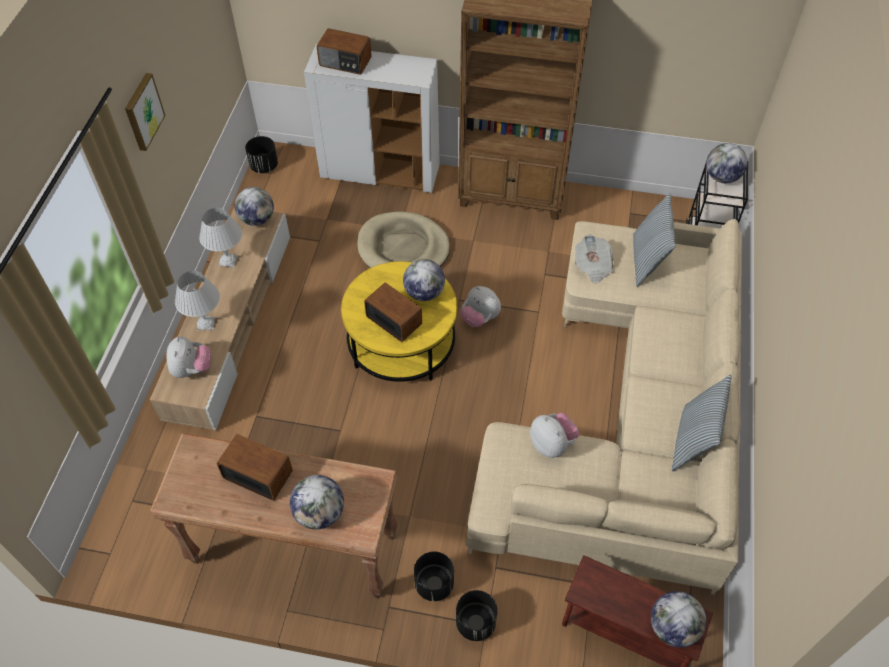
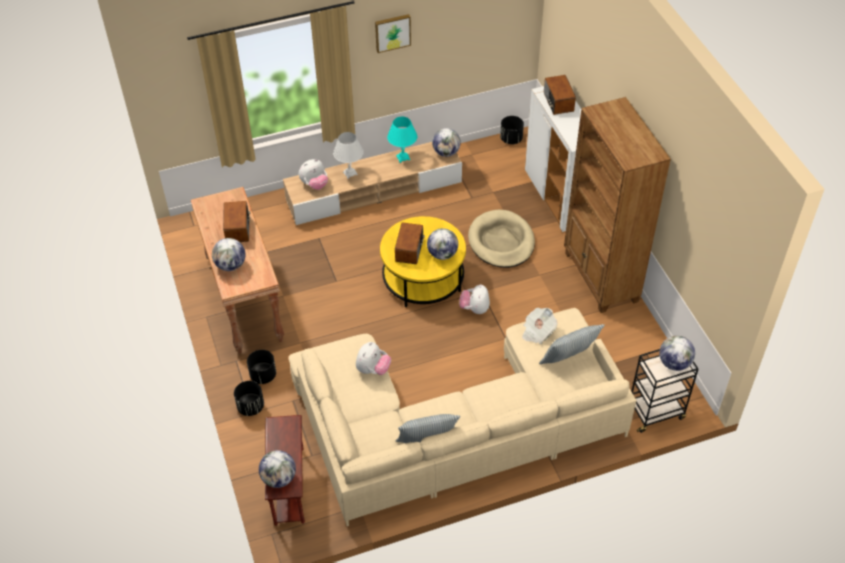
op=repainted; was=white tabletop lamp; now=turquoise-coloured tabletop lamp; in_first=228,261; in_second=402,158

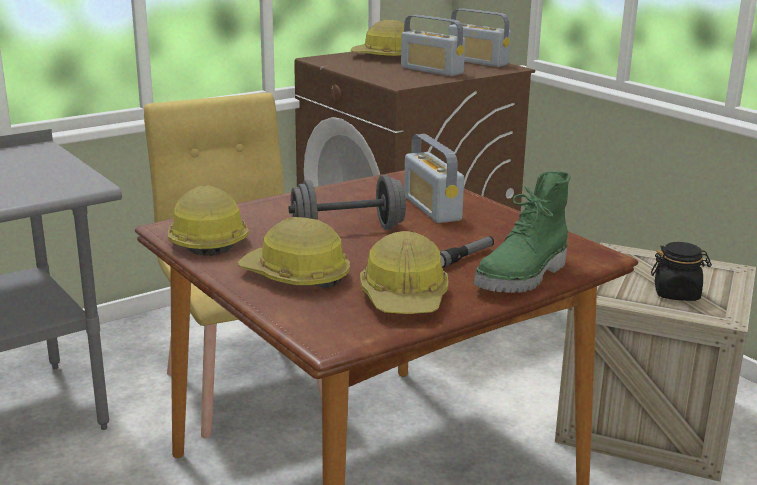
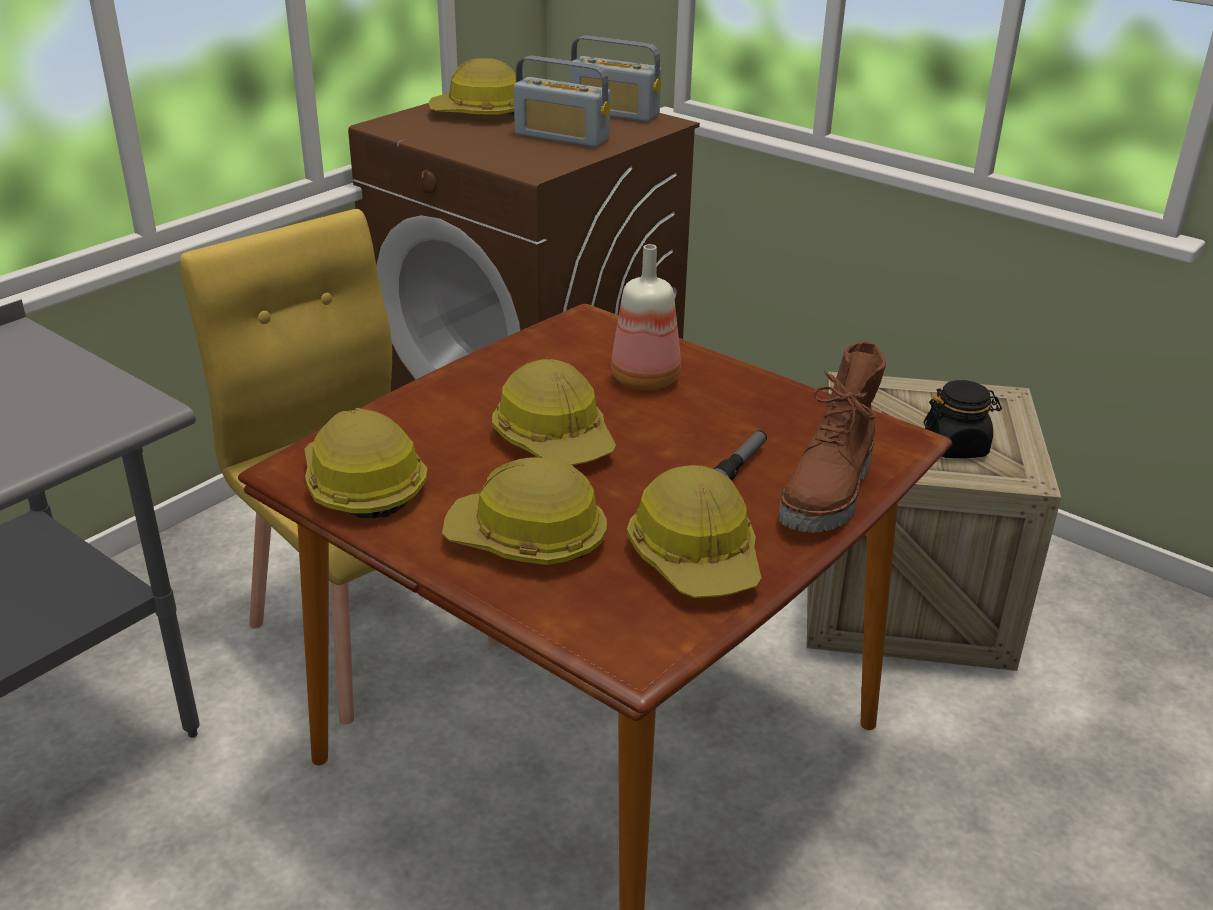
op=swapped; was=gray free weight; now=safety helmet; in_first=347,230; in_second=554,439
op=swapped; was=radio set; now=bottle; in_first=432,208; in_second=647,380
op=repainted; was=green high-top boot; now=brownish high-top boot; in_first=523,278; in_second=830,495

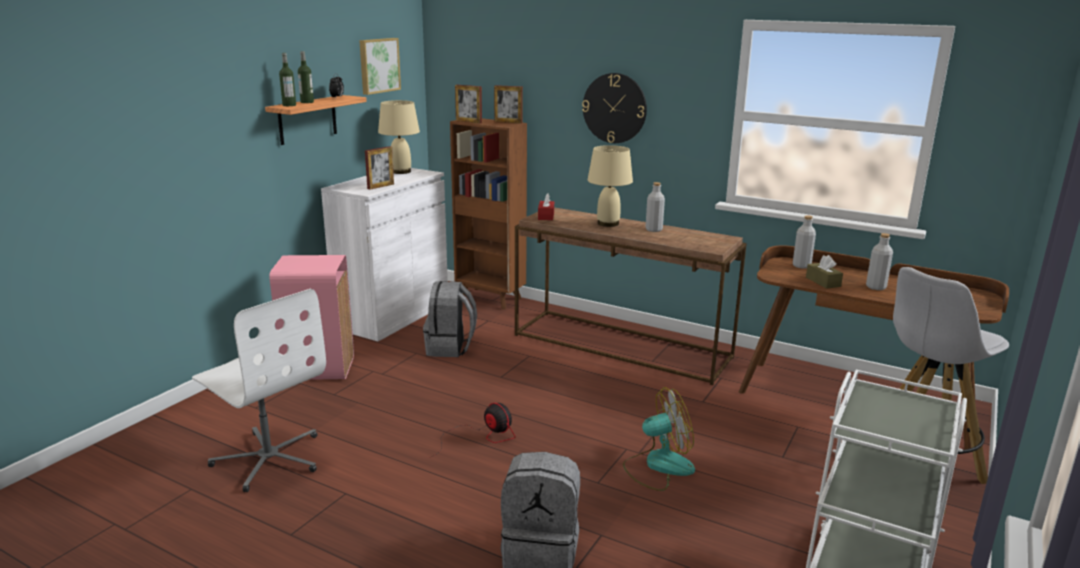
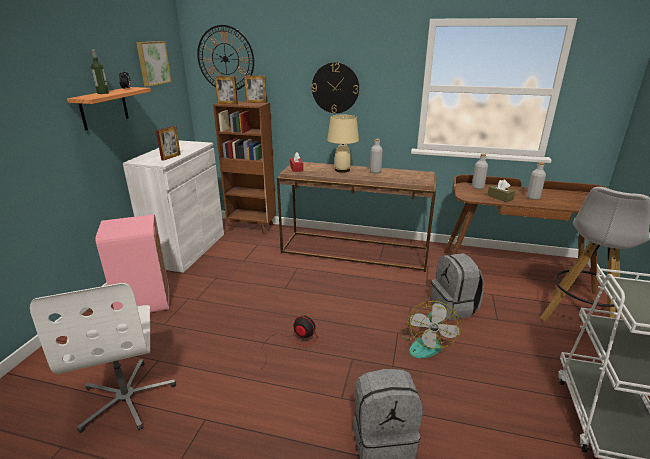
op=rotated; was=white desk chair; in_first=269,458; in_second=127,397; clockwise=45
op=gone; was=bottle; in_first=289,105
op=gone; was=beige tabletop lamp; in_first=400,171
op=shifted; was=gray backpack; in_first=450,348; in_second=454,307
op=rotated; was=cooling fan; in_first=658,466; in_second=425,343; clockwise=135
op=new; now=wall clock; in_second=225,59

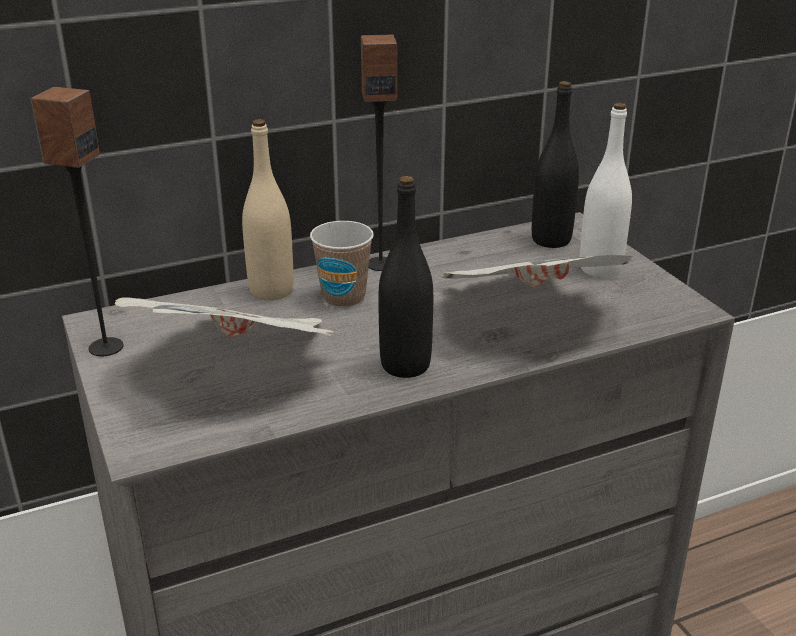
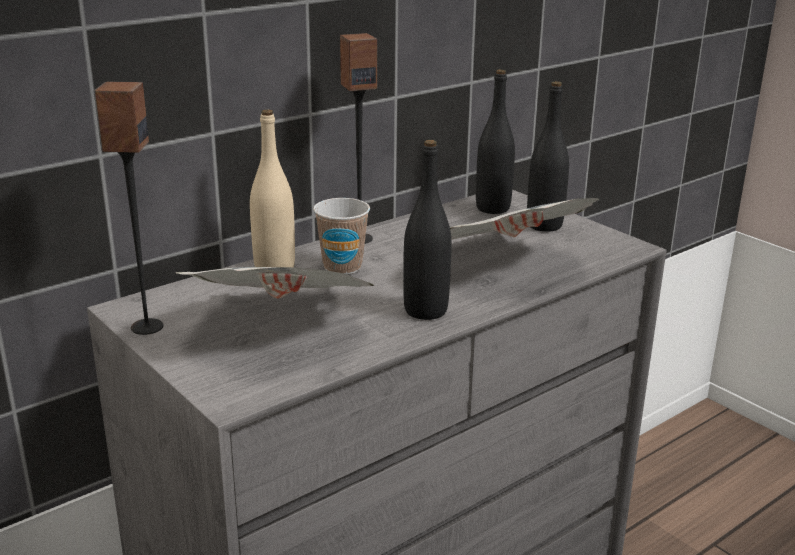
op=repainted; was=white bottle; now=blackish bottle; in_first=600,269; in_second=544,225

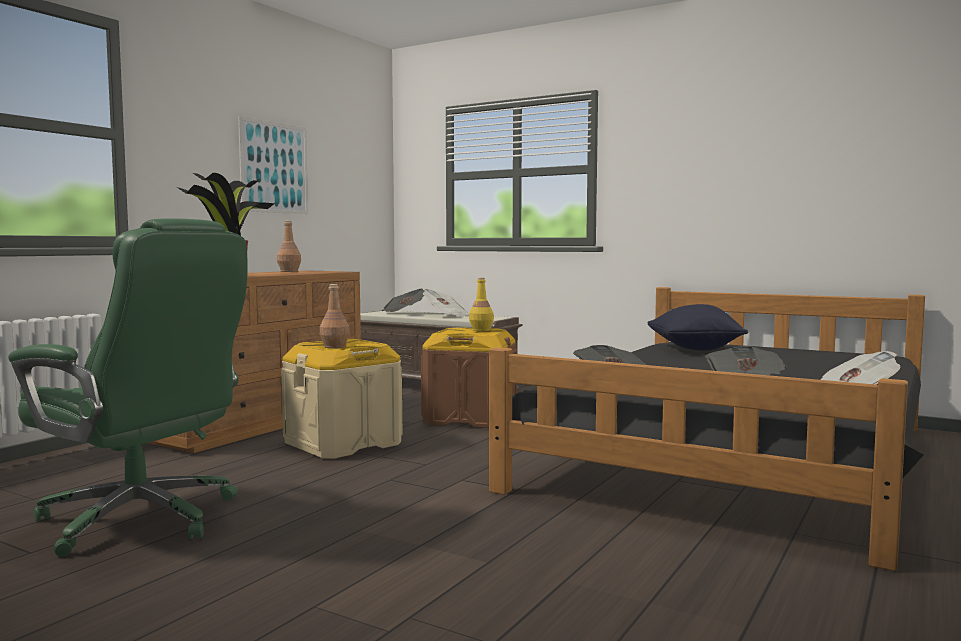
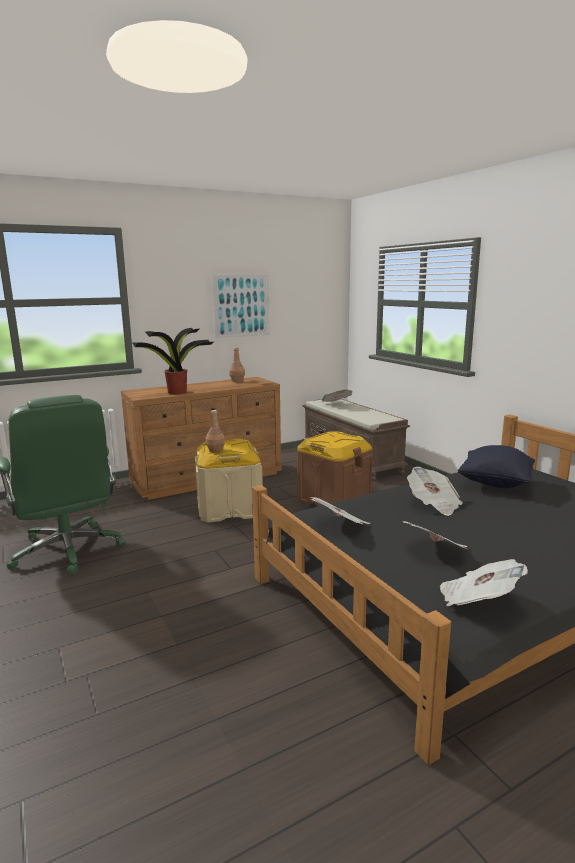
op=shifted; was=newspaper; in_first=446,316; in_second=433,504
op=gone; was=yellow bottle; in_first=481,330

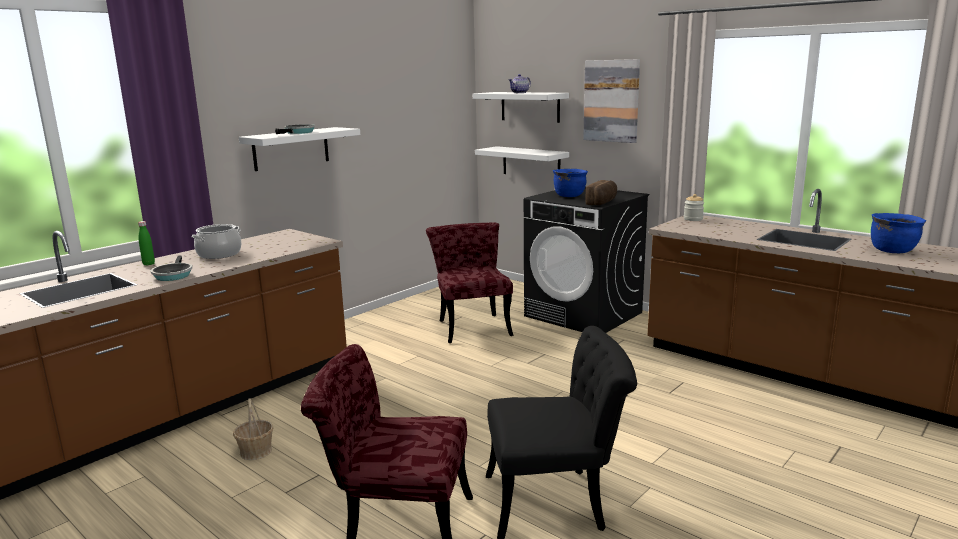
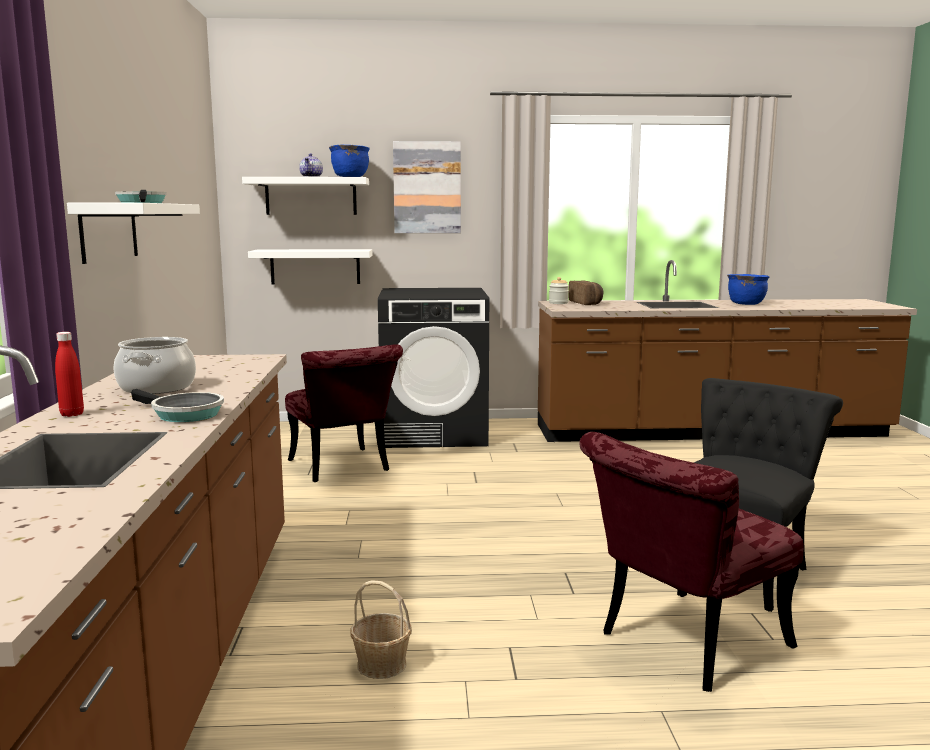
op=repainted; was=green bottle; now=red bottle; in_first=149,264; in_second=72,414
op=rotated; was=red plain chair; in_first=472,325; in_second=343,468; clockwise=-150
op=shifted; was=blue-coloured cooking pot; in_first=569,196; in_second=350,177
op=shifted; was=bakery bread; in_first=603,202; in_second=587,303

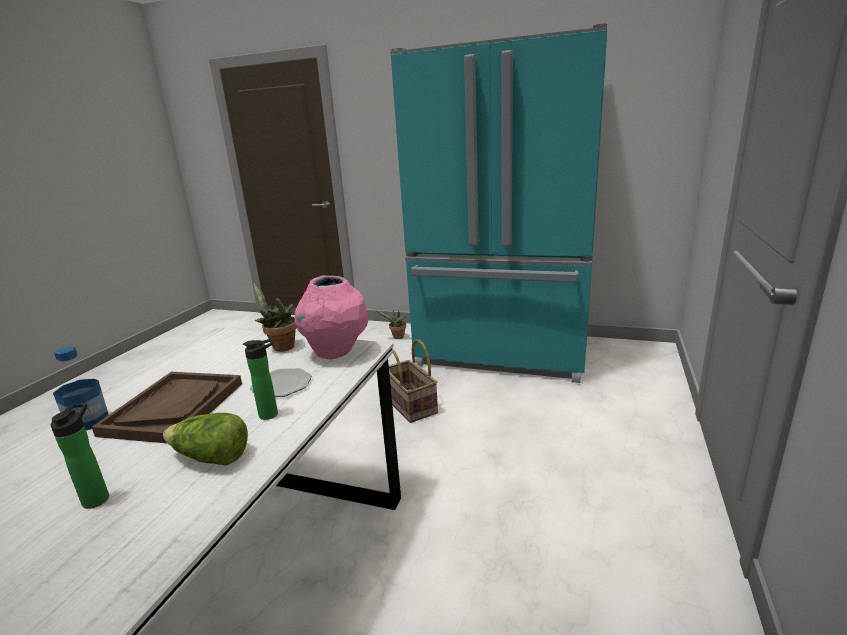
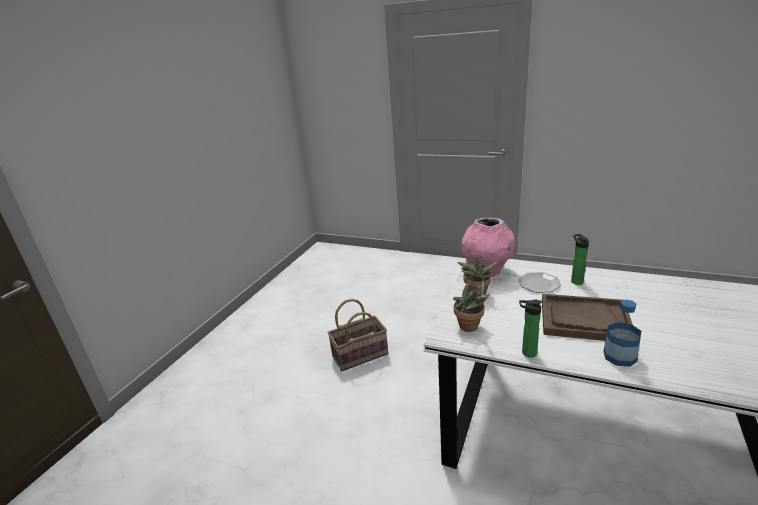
op=shifted; was=bottle; in_first=98,497; in_second=526,353
op=gone; was=lettuce head; in_first=211,458
op=shifted; was=potted plant; in_first=397,337; in_second=471,327
op=gone; was=turquoise-coloured fridge; in_first=503,353

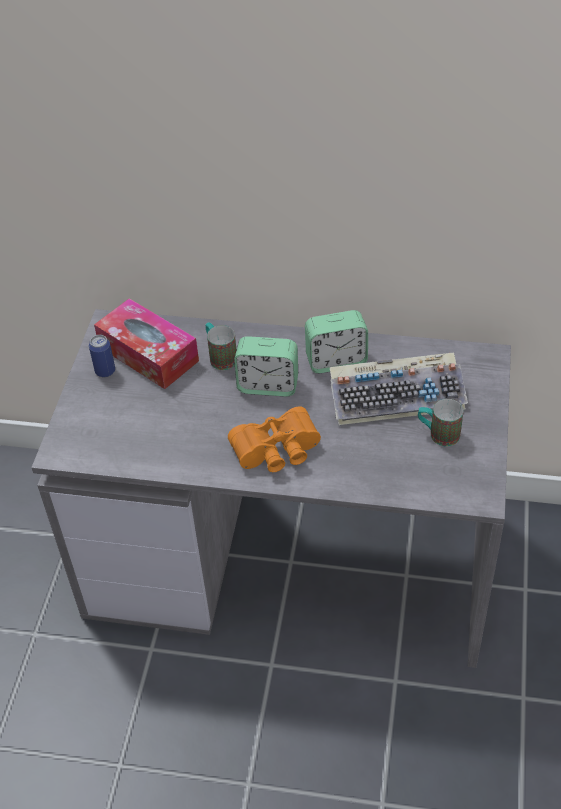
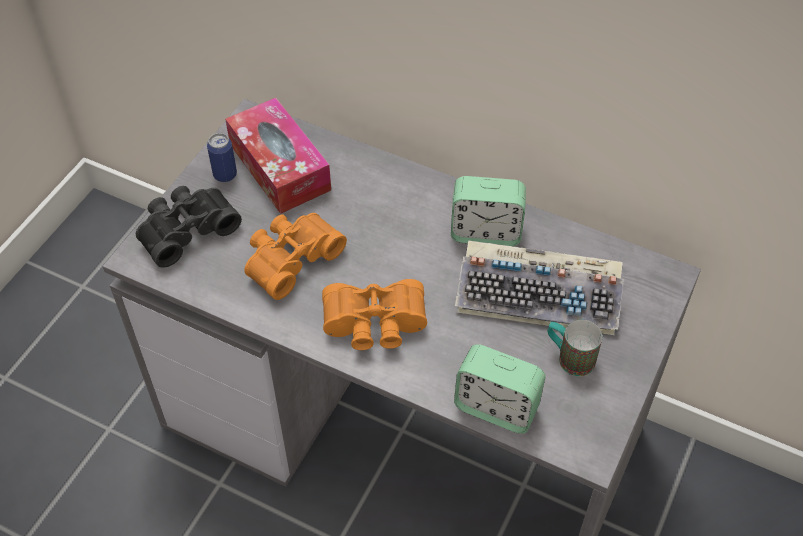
op=gone; was=tea mug; in_first=220,356
op=shifted; was=bedside clock; in_first=268,385; in_second=496,407
op=new; now=blackish field glasses; in_second=186,229
op=new; now=orangey field glasses; in_second=290,258

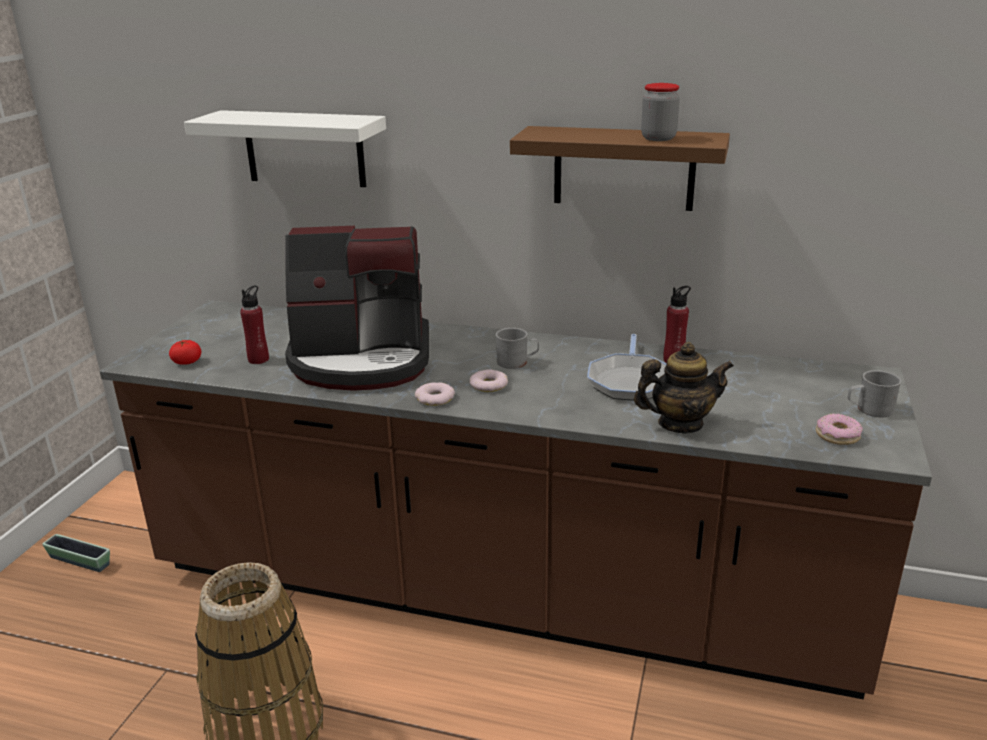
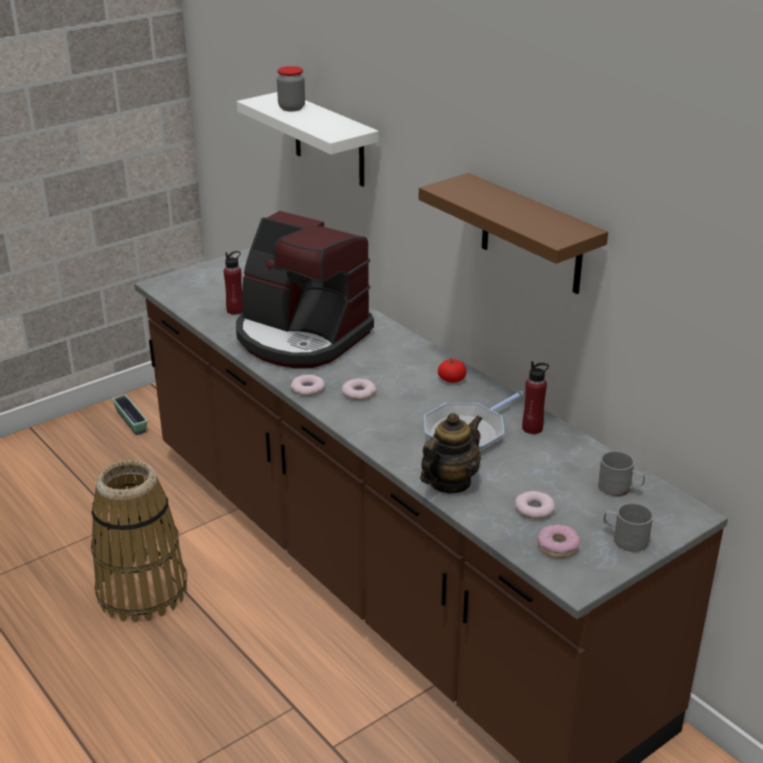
op=shifted; was=fresh tomato; in_first=187,362; in_second=451,379
op=shifted; was=gray tea mug; in_first=517,362; in_second=619,488
op=rotated; was=pot for tea; in_first=680,424; in_second=449,483; clockwise=-75
op=shifted; was=preserve jar; in_first=658,138; in_second=291,108
op=new; now=ring doughnut; in_second=534,509

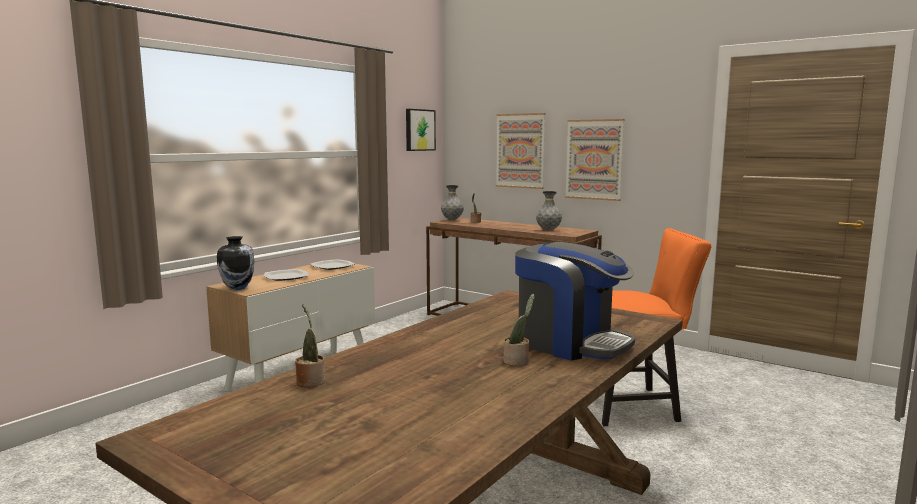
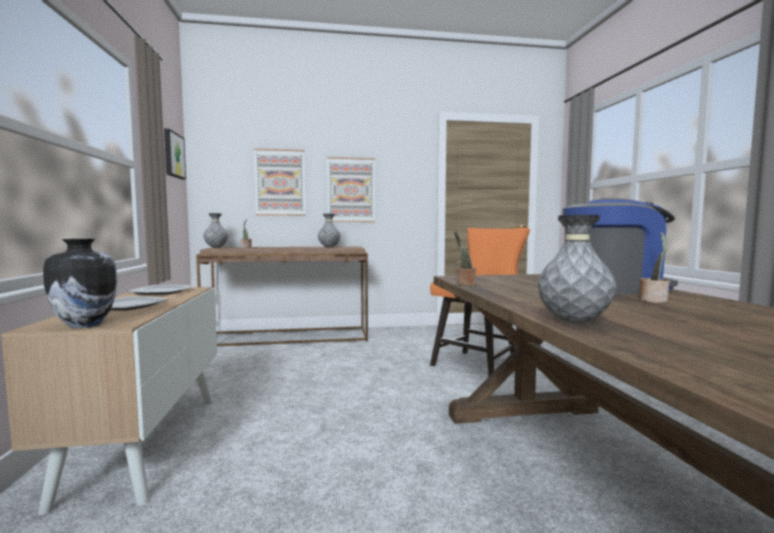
op=shifted; was=potted plant; in_first=310,381; in_second=464,284
op=new; now=gray flower vase; in_second=574,322

